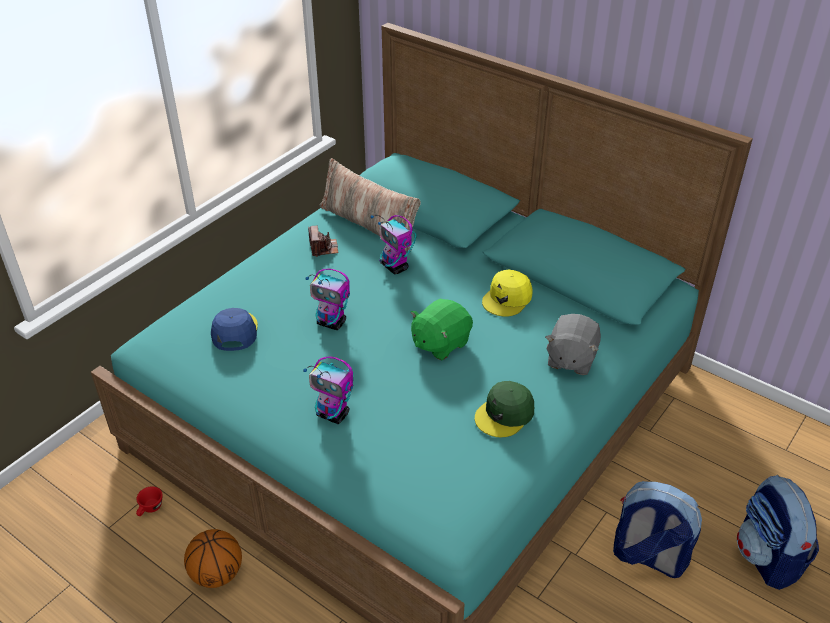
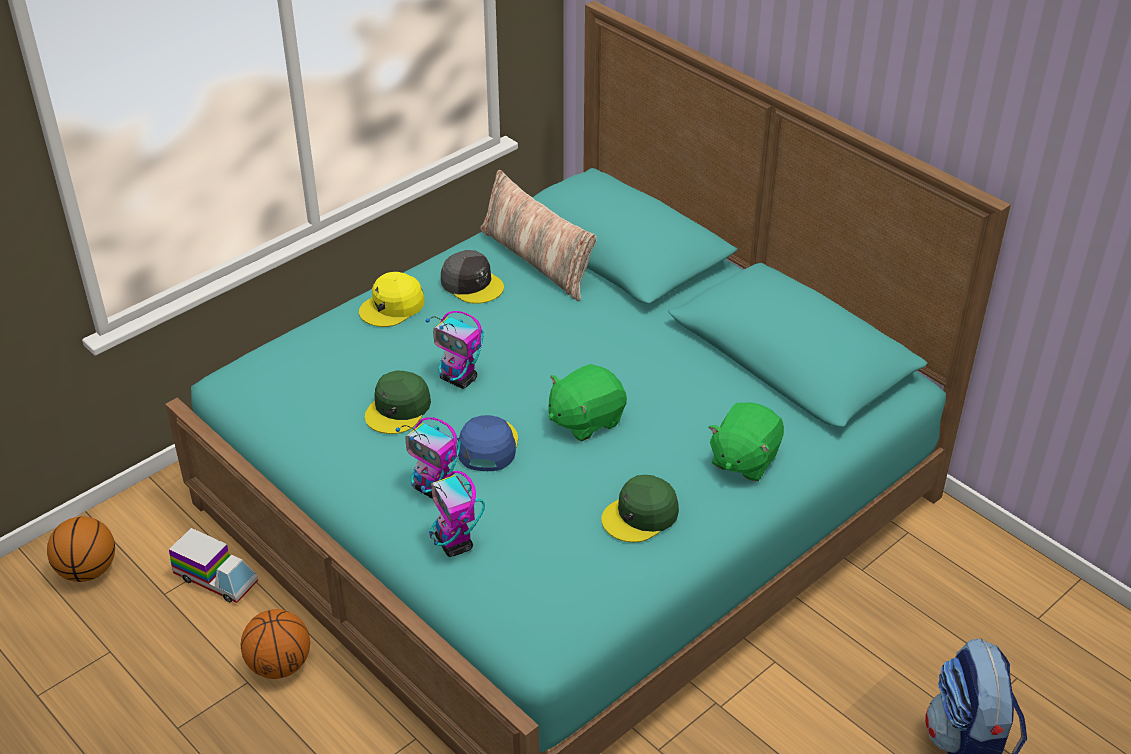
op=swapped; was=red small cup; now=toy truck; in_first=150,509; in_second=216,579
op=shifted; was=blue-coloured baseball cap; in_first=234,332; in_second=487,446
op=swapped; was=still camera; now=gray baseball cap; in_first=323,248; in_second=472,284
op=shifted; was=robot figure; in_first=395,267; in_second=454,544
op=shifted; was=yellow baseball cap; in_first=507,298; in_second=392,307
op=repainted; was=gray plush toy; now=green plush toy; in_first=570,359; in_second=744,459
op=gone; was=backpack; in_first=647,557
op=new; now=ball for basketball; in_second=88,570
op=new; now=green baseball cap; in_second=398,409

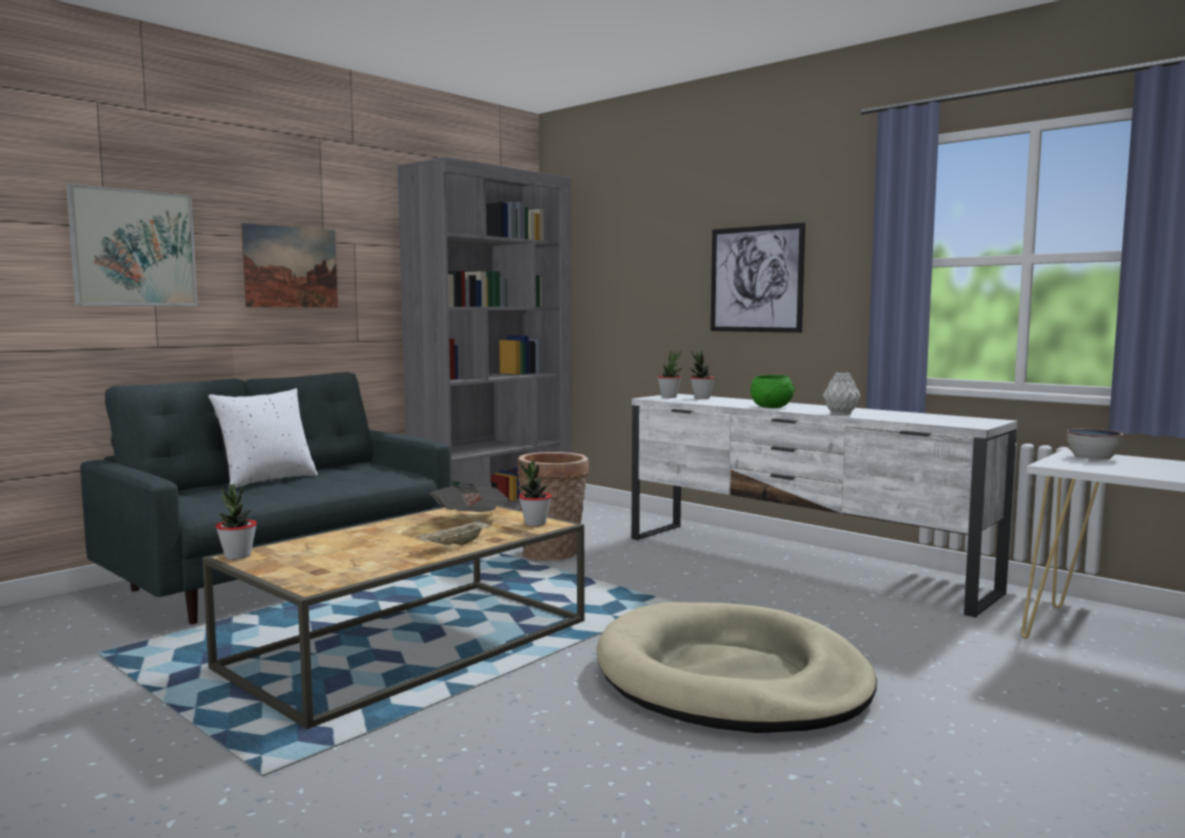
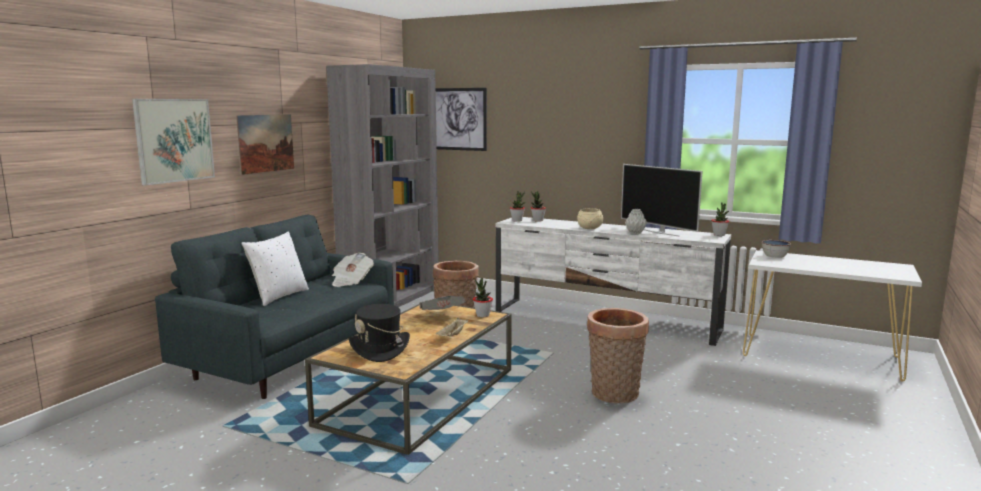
op=shifted; was=potted plant; in_first=237,556; in_second=719,235
op=swapped; was=beige dog bed; now=basket; in_first=731,678; in_second=614,395
op=shifted; was=wall art; in_first=756,279; in_second=459,119
op=repainted; was=green serving bowl; now=beige serving bowl; in_first=772,407; in_second=590,228
op=new; now=newspaper; in_second=351,281
op=new; now=blackish hat; in_second=380,349
op=new; now=TV set; in_second=659,232

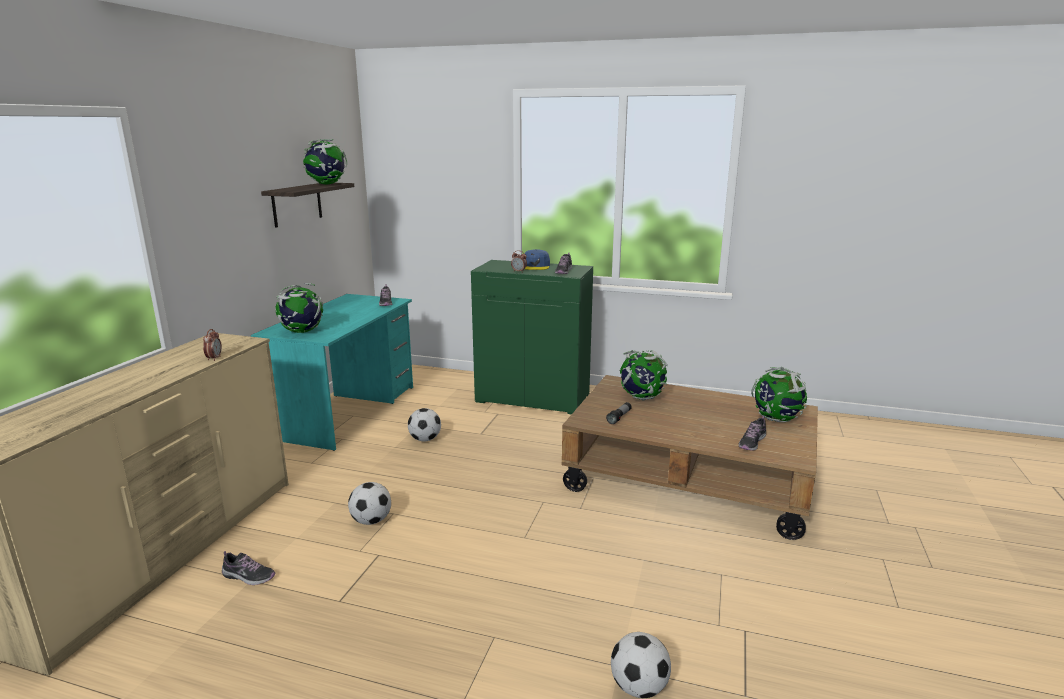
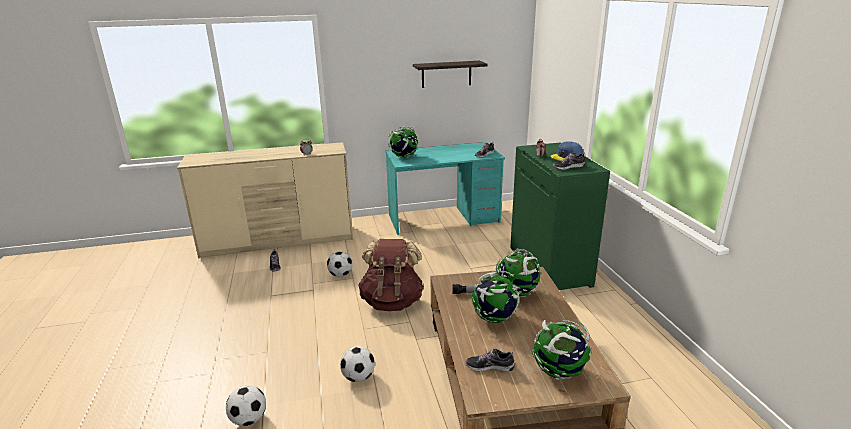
op=shifted; was=world globe; in_first=327,184; in_second=494,319
op=shifted; was=football ball; in_first=425,439; in_second=358,377
op=new; now=brownish backpack; in_second=392,302

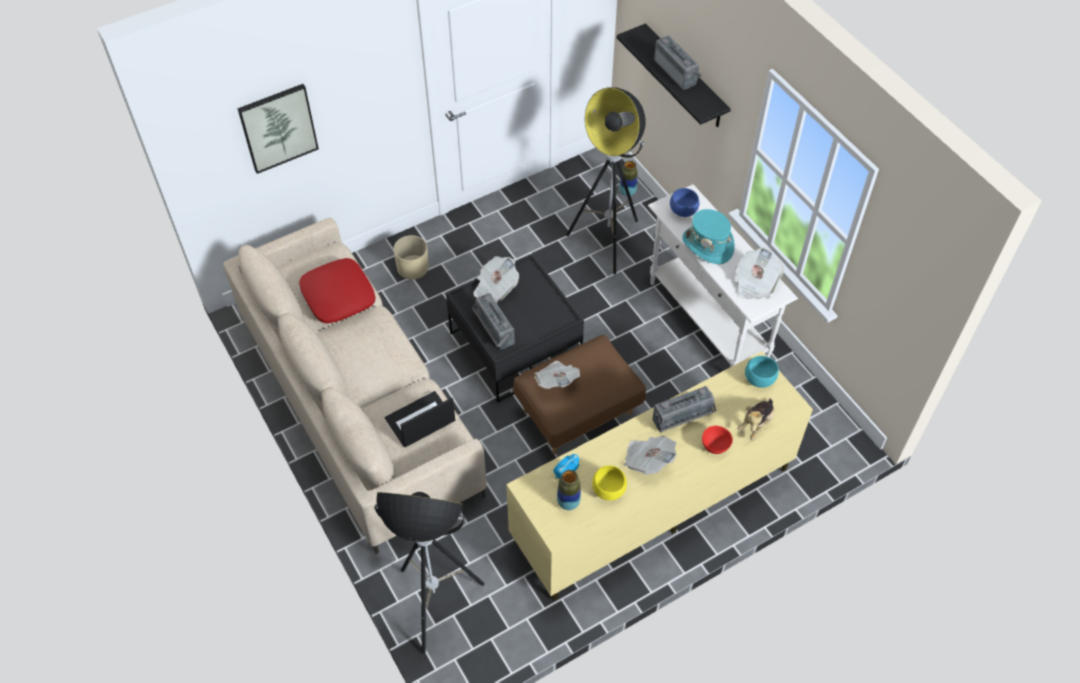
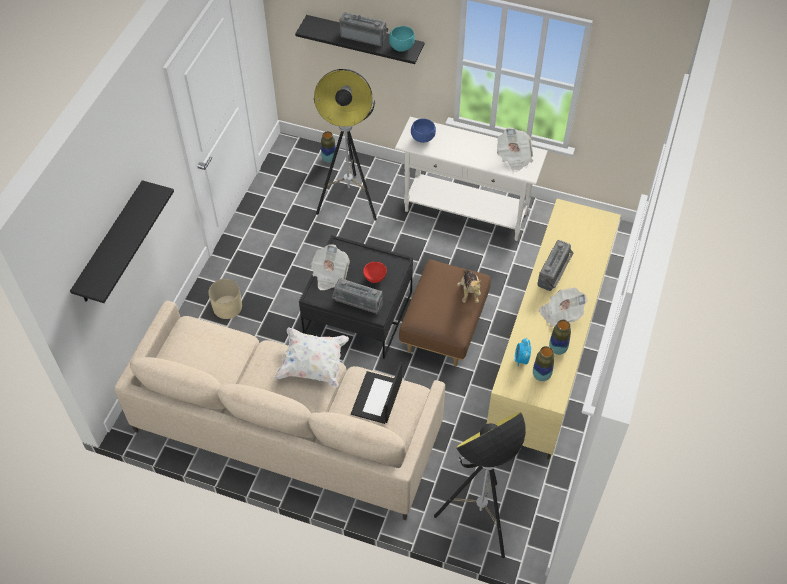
op=swapped; was=wall art; now=blackish bracket shelf; in_first=278,127; in_second=111,244
op=gone; was=red pillow; in_first=338,296
op=gone; was=newspaper; in_first=556,381
op=swapped; was=yellow serving bowl; now=flower vase; in_first=609,490; in_second=557,349
op=gone; was=turquoise-coloured hat; in_first=708,245
op=shifted; was=red serving bowl; in_first=715,446; in_second=375,278
op=shifted; was=plush toy; in_first=756,424; in_second=469,292
op=shifted; was=turquoise-coloured serving bowl; in_first=759,379; in_second=401,47
op=new; now=white pillow; in_second=313,364

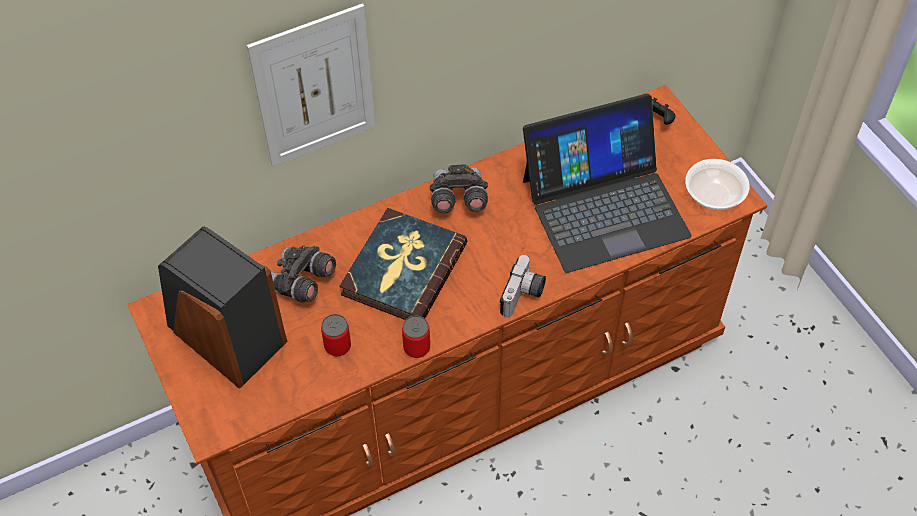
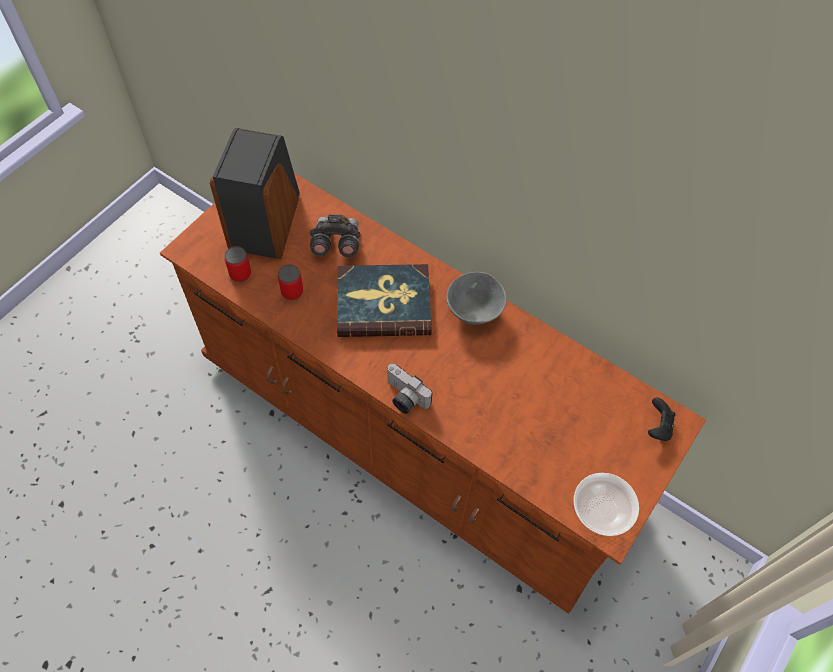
op=gone; was=wall art; in_first=314,87
op=shifted; was=metal can; in_first=417,347; in_second=240,274
op=swapped; was=gray field glasses; now=gray serving bowl; in_first=458,200; in_second=472,311
op=rotated; was=still camera; in_first=523,296; in_second=404,397; clockwise=45
op=gone; was=portable computer; in_first=604,206

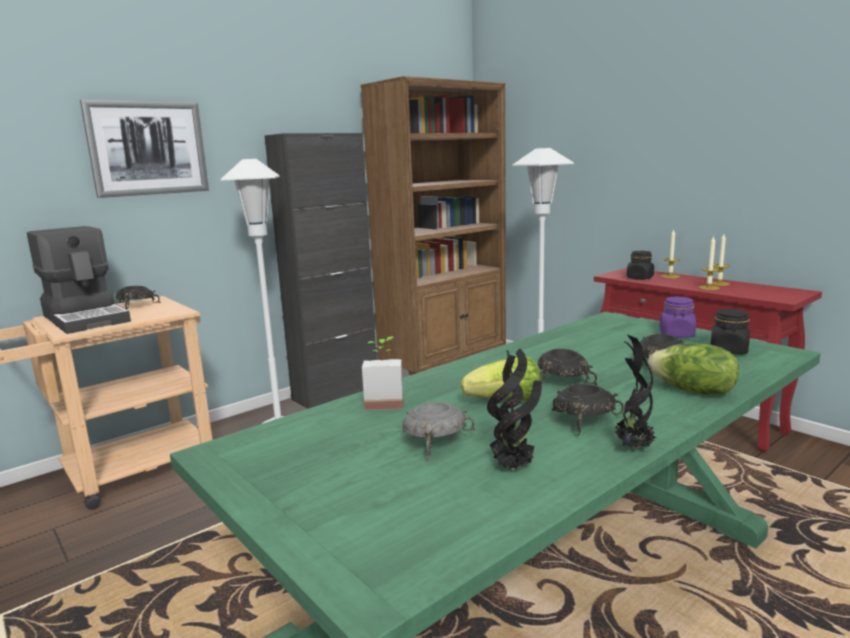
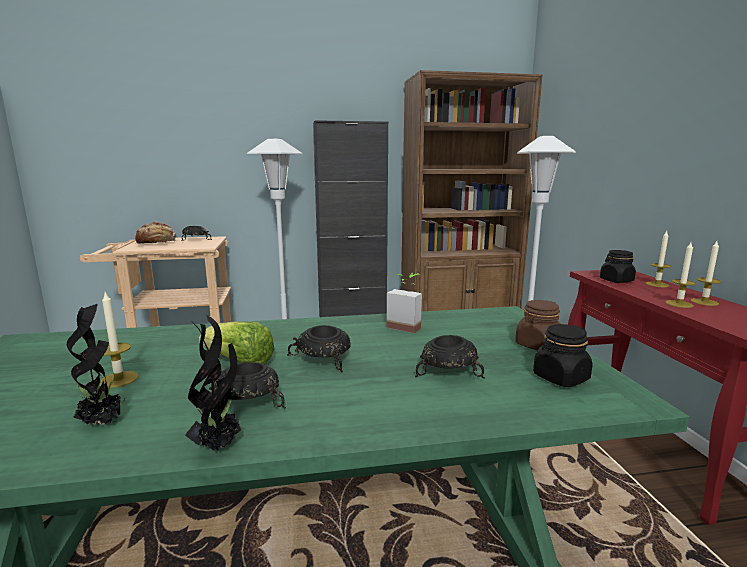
op=swapped; was=coffee maker; now=bakery bread; in_first=87,318; in_second=157,243
op=gone; was=wall art; in_first=148,148
op=shifted; was=potted plant; in_first=384,402; in_second=406,326
op=swapped; was=gray serving bowl; now=candle; in_first=436,442; in_second=119,379
op=gone; was=lettuce head; in_first=693,391
op=repainted; was=purplish preserve jar; now=brownish preserve jar; in_first=676,335; in_second=538,345

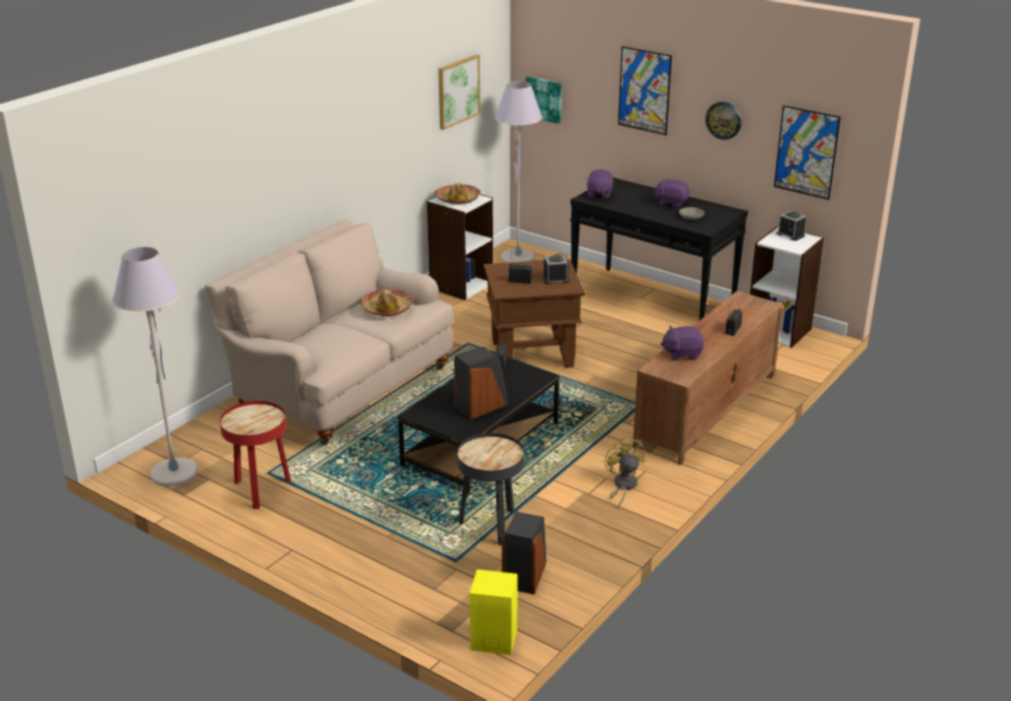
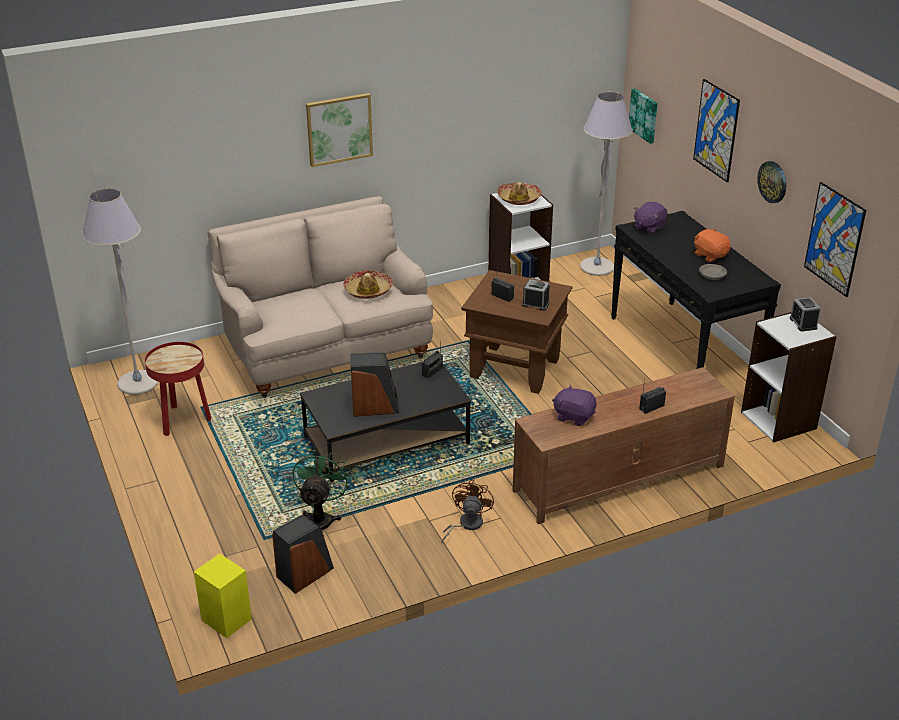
op=shifted; was=wall art; in_first=458,91; in_second=339,129
op=swapped; was=blackish side table; now=green cooling fan; in_first=491,526; in_second=321,519
op=repainted; was=yellow cooling fan; now=brownish cooling fan; in_first=623,486; in_second=466,525
op=repainted; was=purplish plush toy; now=orangey plush toy; in_first=671,203; in_second=710,255

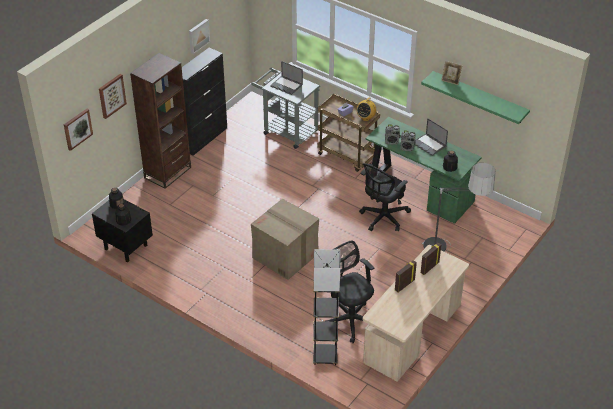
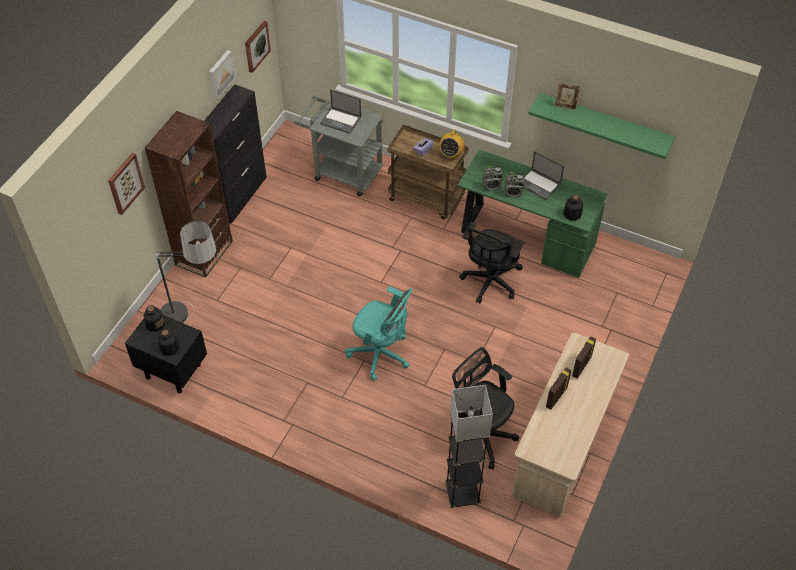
op=shifted; was=wall art; in_first=77,128; in_second=256,46
op=swapped; was=cardboard box; now=turquoise-coloured desk chair; in_first=285,256; in_second=381,354
op=shifted; was=standing lamp; in_first=452,253; in_second=195,321

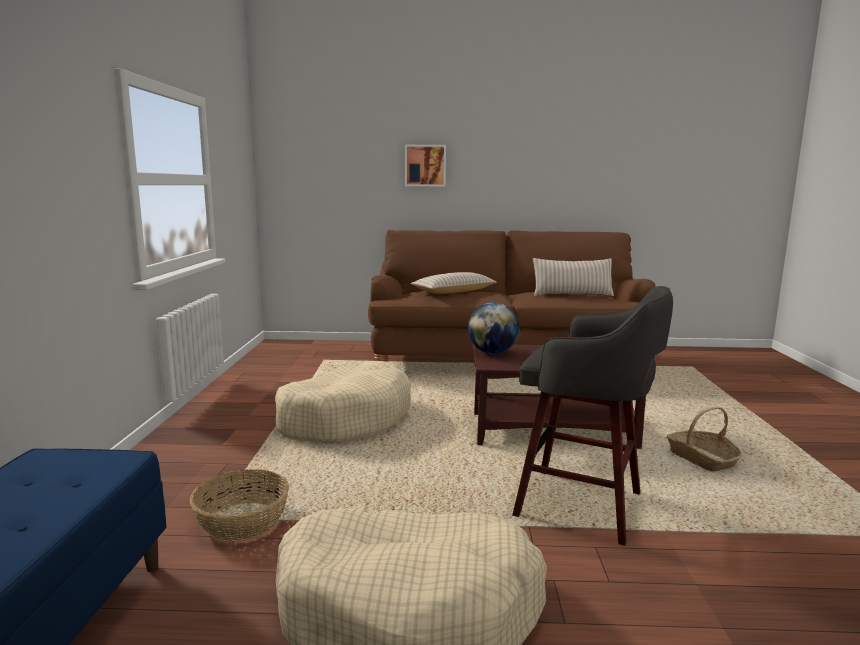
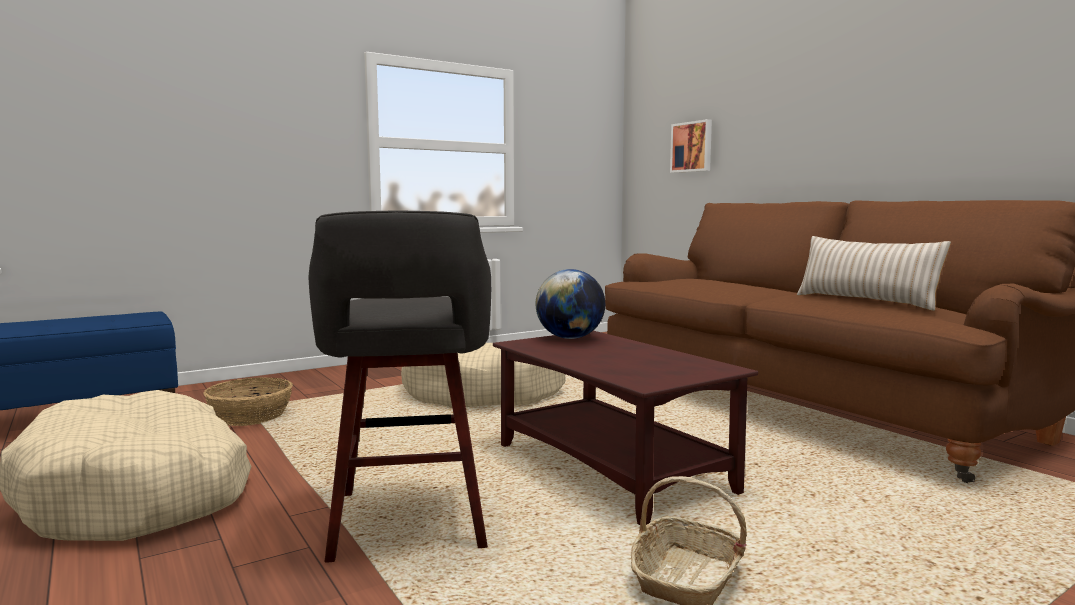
op=shifted; was=wall art; in_first=425,165; in_second=692,147
op=gone; was=beige pillow; in_first=454,292

